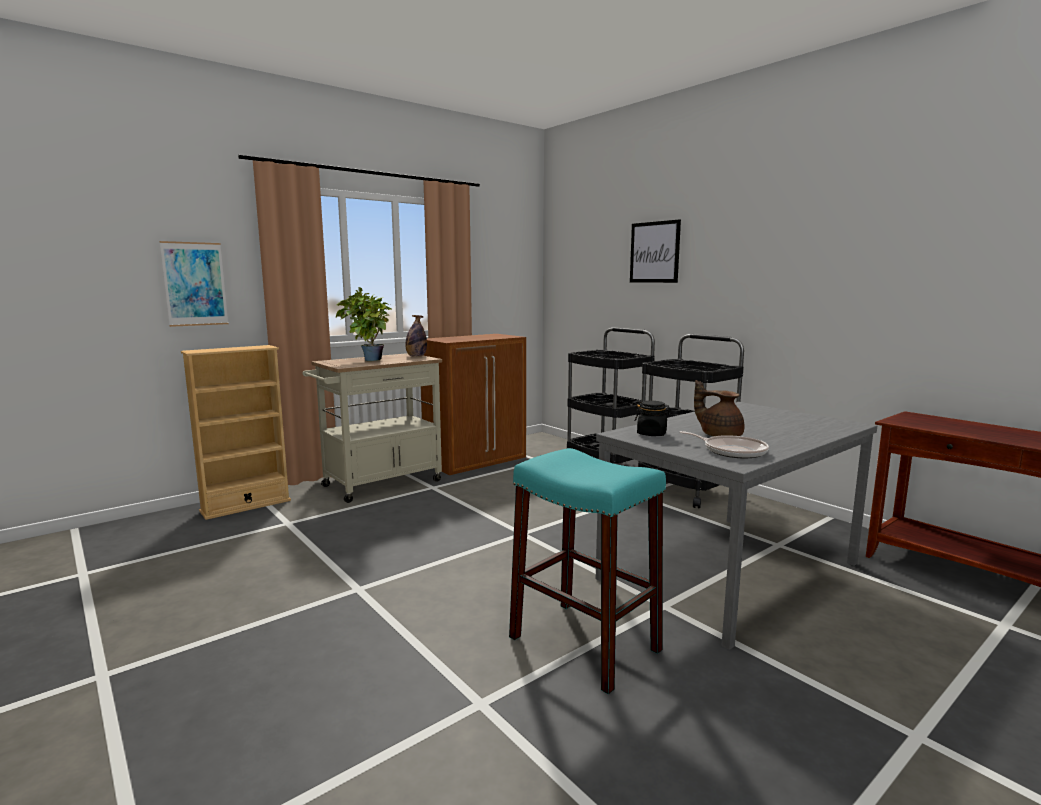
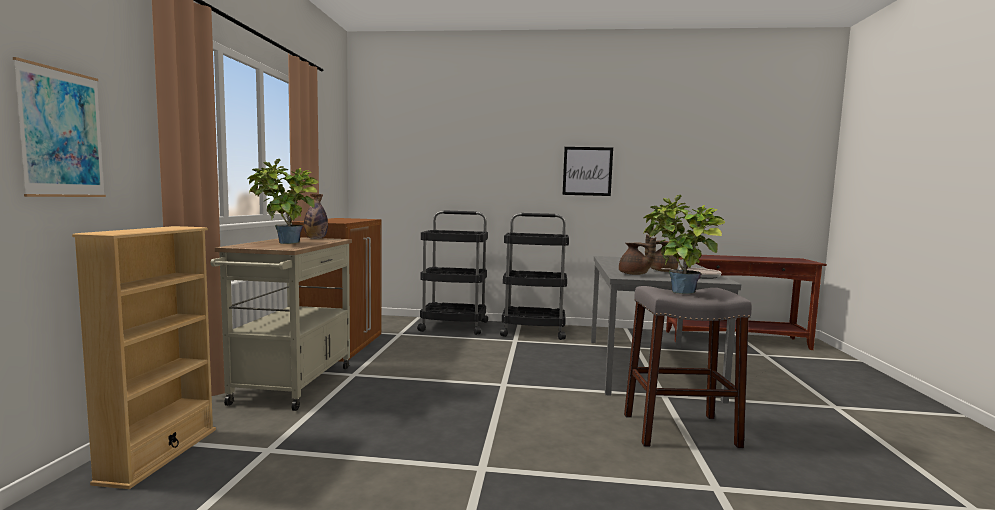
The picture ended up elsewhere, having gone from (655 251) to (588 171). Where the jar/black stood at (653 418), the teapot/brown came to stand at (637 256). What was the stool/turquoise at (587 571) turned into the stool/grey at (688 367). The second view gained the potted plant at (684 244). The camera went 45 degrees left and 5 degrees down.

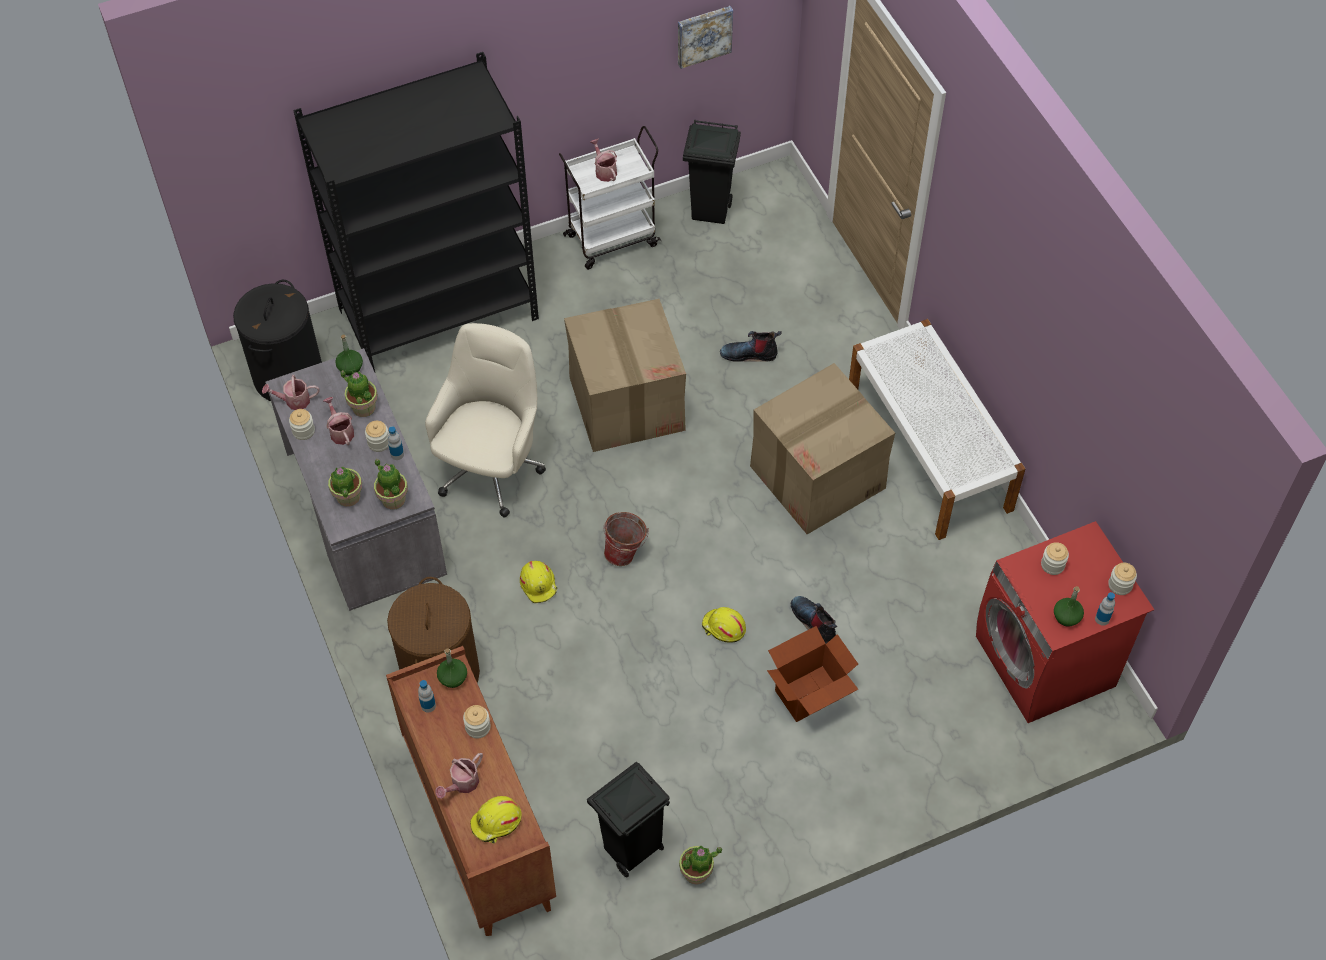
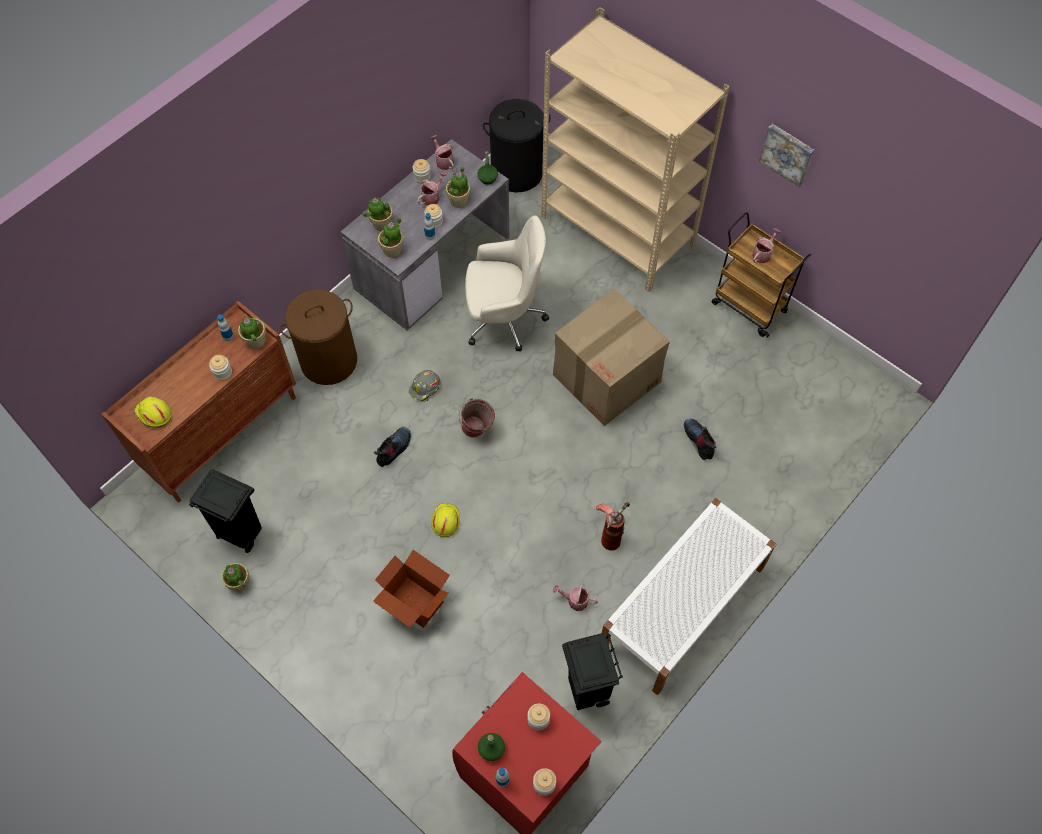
Where the bottle/green stood at (452 668), the potted plant came to stand at (252 332). The boot ended up elsewhere, having gone from (814 620) to (392 447). What was the hard hat/yellow at (539 582) turned into the hard hat/grey at (425 385). What was the bookcase/black at (416 212) turned into the bookcase/beige at (635 149). The watering can ended up elsewhere, having gone from (459 776) to (575 598). The trash can/black ended up elsewhere, having gone from (712 172) to (592 671). Where the cardboard box stood at (822 448), the fire extinguisher came to stand at (613 526). What was the cart/white at (610 198) turned into the cart/brown at (761 275). The picture ended up elsewhere, having gone from (705 37) to (786 155). The camera went 65 degrees right and 5 degrees up.

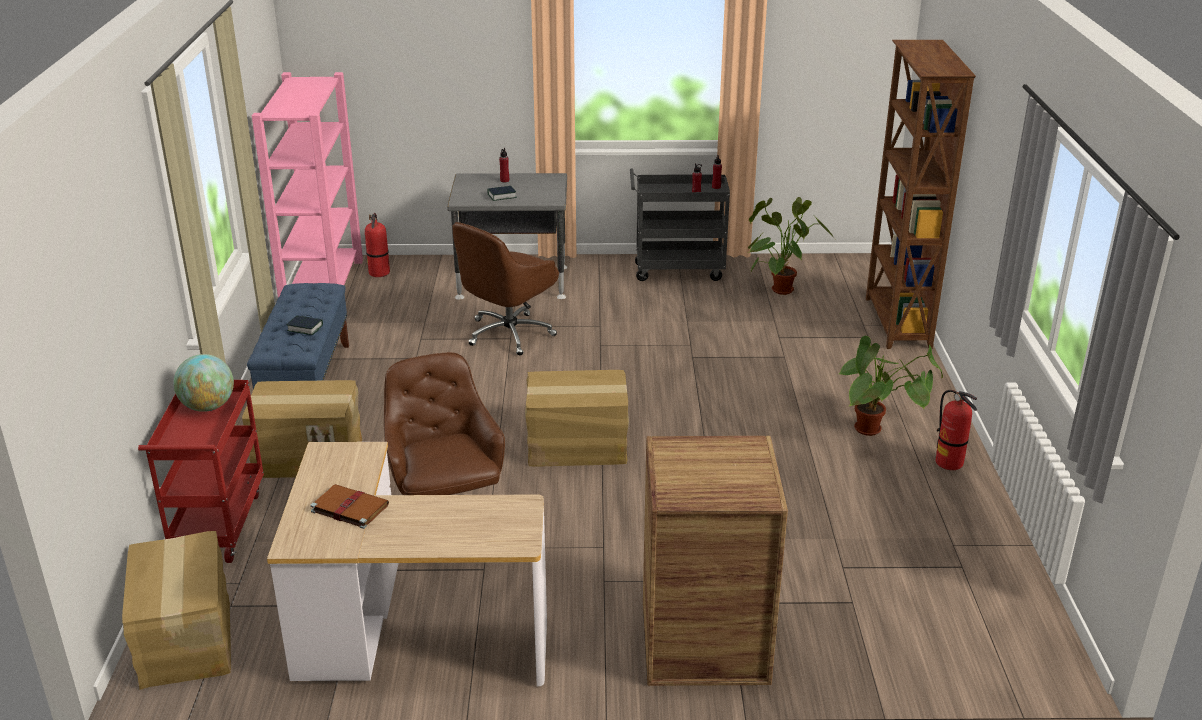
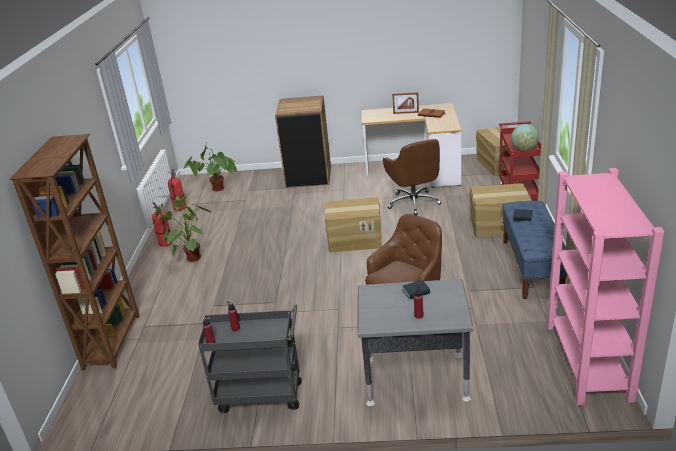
The fire extinguisher ended up elsewhere, having gone from (377 245) to (177 190). The potted plant ended up elsewhere, having gone from (790 246) to (210 167). The second view gained the picture frame at (405 103). The camera went 175 degrees left and 0 degrees up.

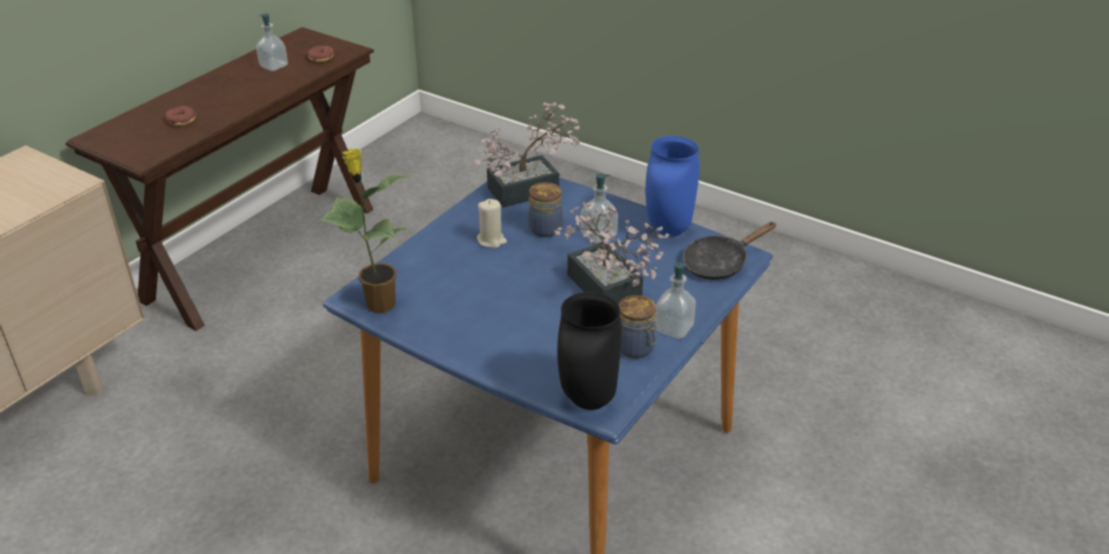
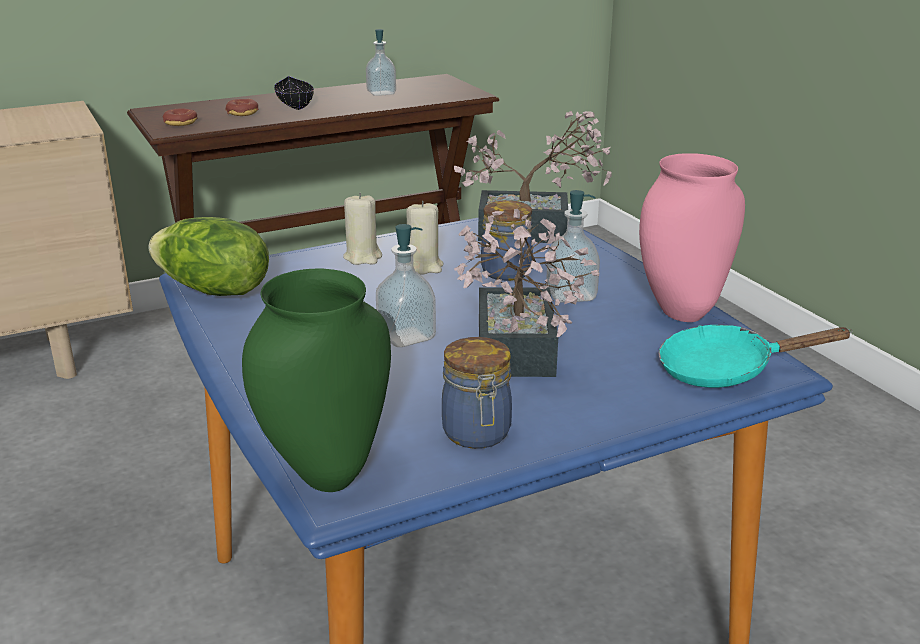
Where the potted plant stood at (366 230), the lettuce came to stand at (209 256). The donut ended up elsewhere, having gone from (321 54) to (180 117). What was the vase/black at (589 351) turned into the vase/green at (316 380). The second view gained the bowl/black at (294 93). The second view gained the candle/beige at (362 229). The soap dispenser ended up elsewhere, having gone from (675 300) to (406 285). What was the vase/blue at (672 186) turned into the vase/pink at (692 237). What was the frying pan/black at (730 251) turned into the frying pan/turquoise at (756 356). The camera went 30 degrees right and 10 degrees down.

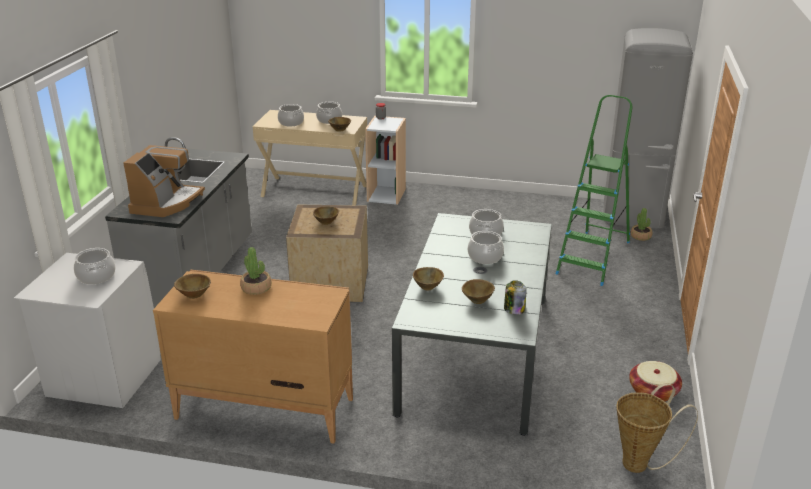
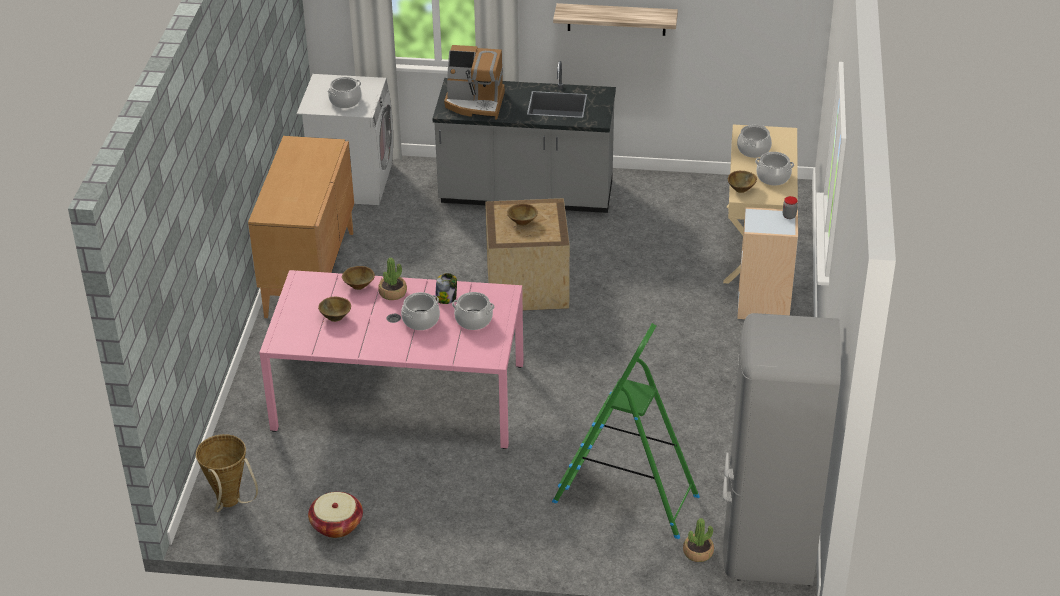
What was the dining table/grey at (472 324) turned into the dining table/pink at (391 359). The potted plant ended up elsewhere, having gone from (256 271) to (392 279). The jar ended up elsewhere, having gone from (515 297) to (446 288). The second view gained the shelf at (615 19). The second view lost the bowl/brown at (192 286). The camera went 85 degrees right and 10 degrees up.

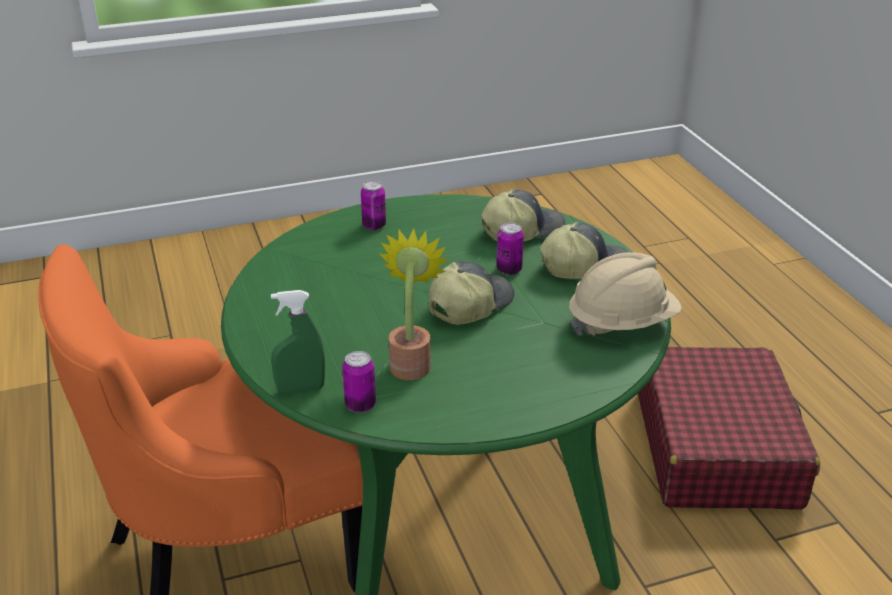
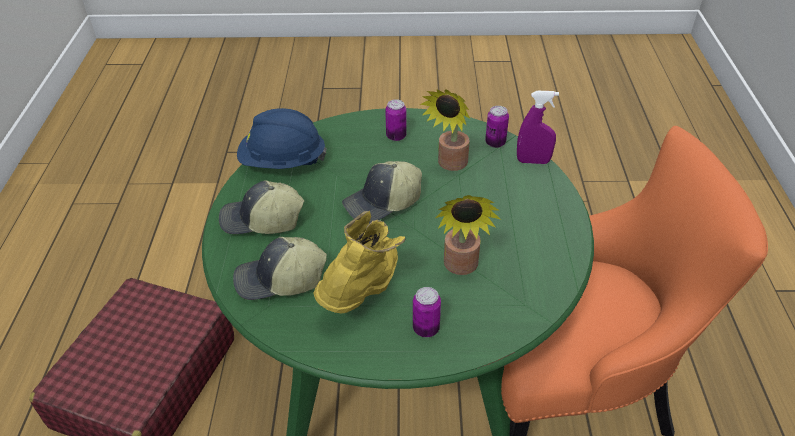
What was the hard hat/beige at (625 294) turned into the hard hat/blue at (282 138). The second view gained the boot/yellow at (360 262). The can ended up elsewhere, having gone from (510 249) to (395 120). The second view gained the potted plant at (468 235). What was the spray bottle/green at (298 342) turned into the spray bottle/purple at (538 127). The camera went 160 degrees left and 10 degrees up.

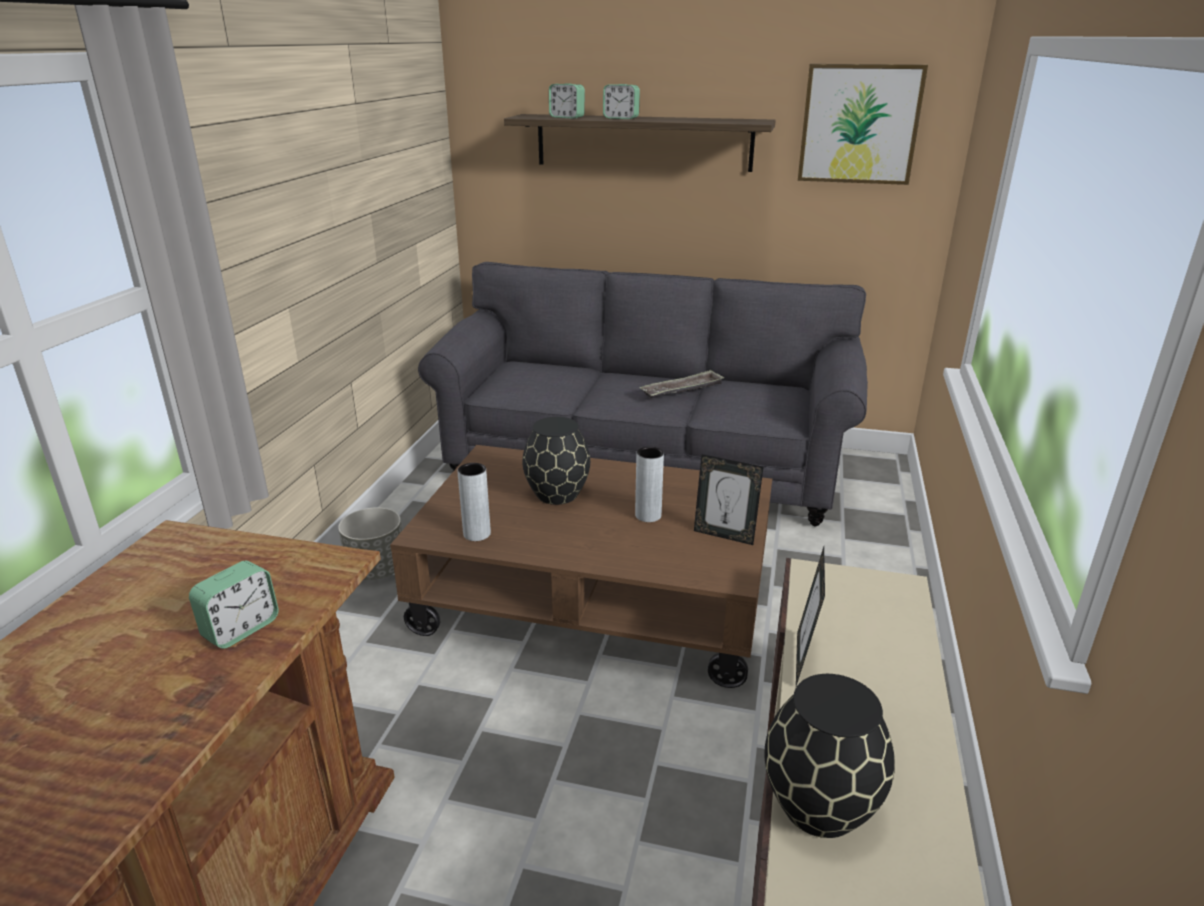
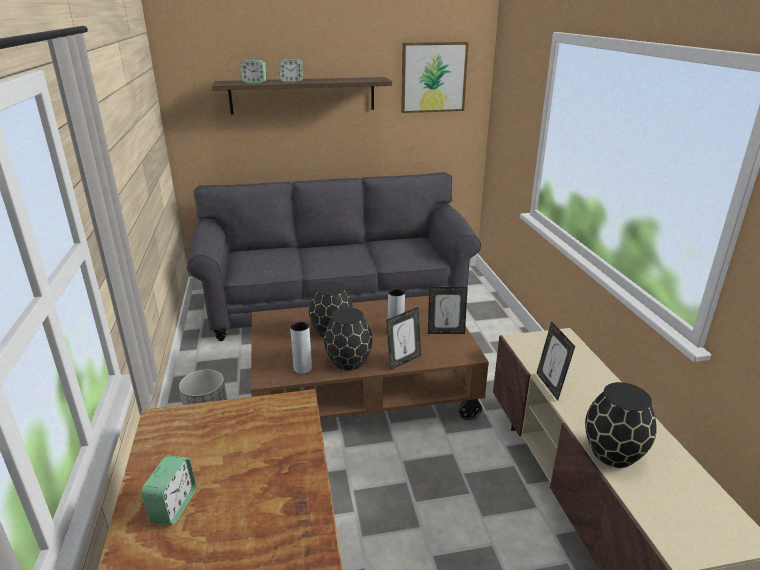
The alarm clock ended up elsewhere, having gone from (234 605) to (168 490). The second view gained the vase/black at (348 339). The second view gained the picture frame at (403 338). The second view lost the tray at (682 384). The camera went 25 degrees left and 0 degrees up.

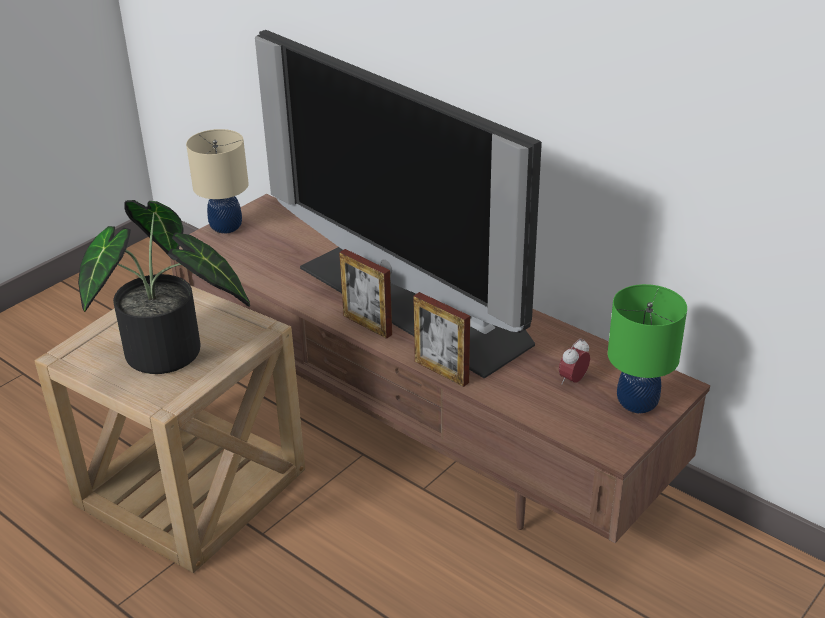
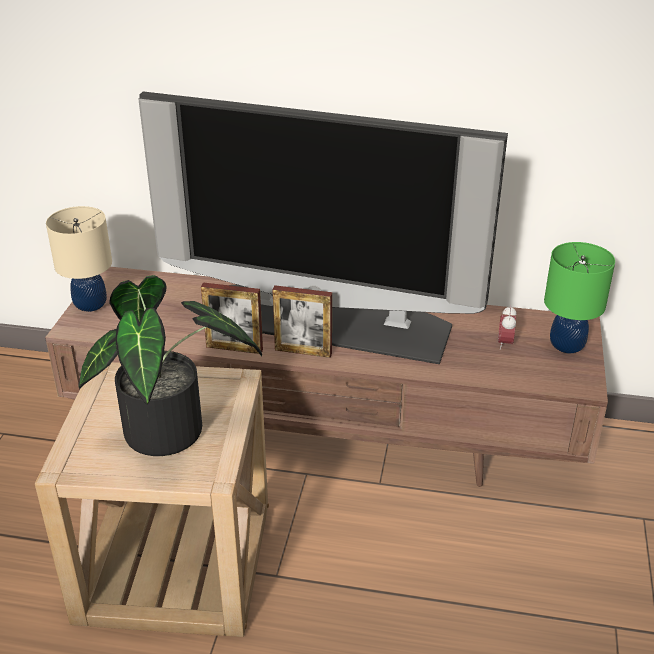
The picture frame ended up elsewhere, having gone from (441 339) to (232 318). The camera went 30 degrees left and 0 degrees up.

